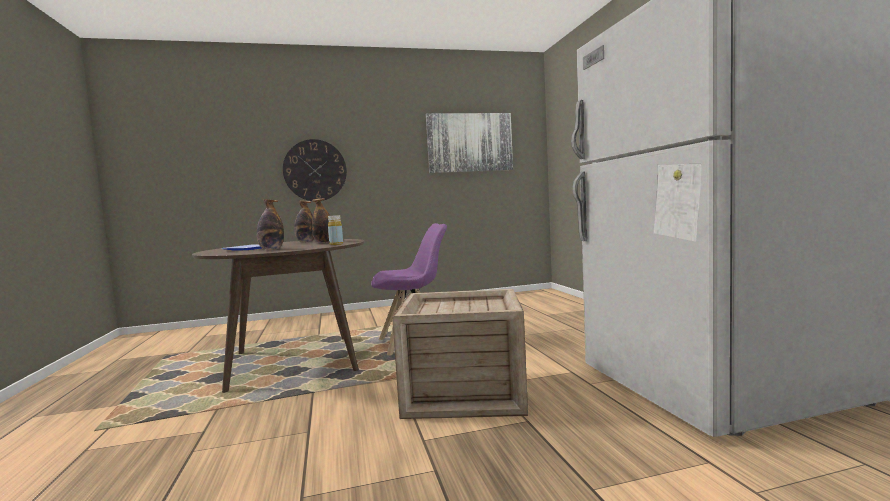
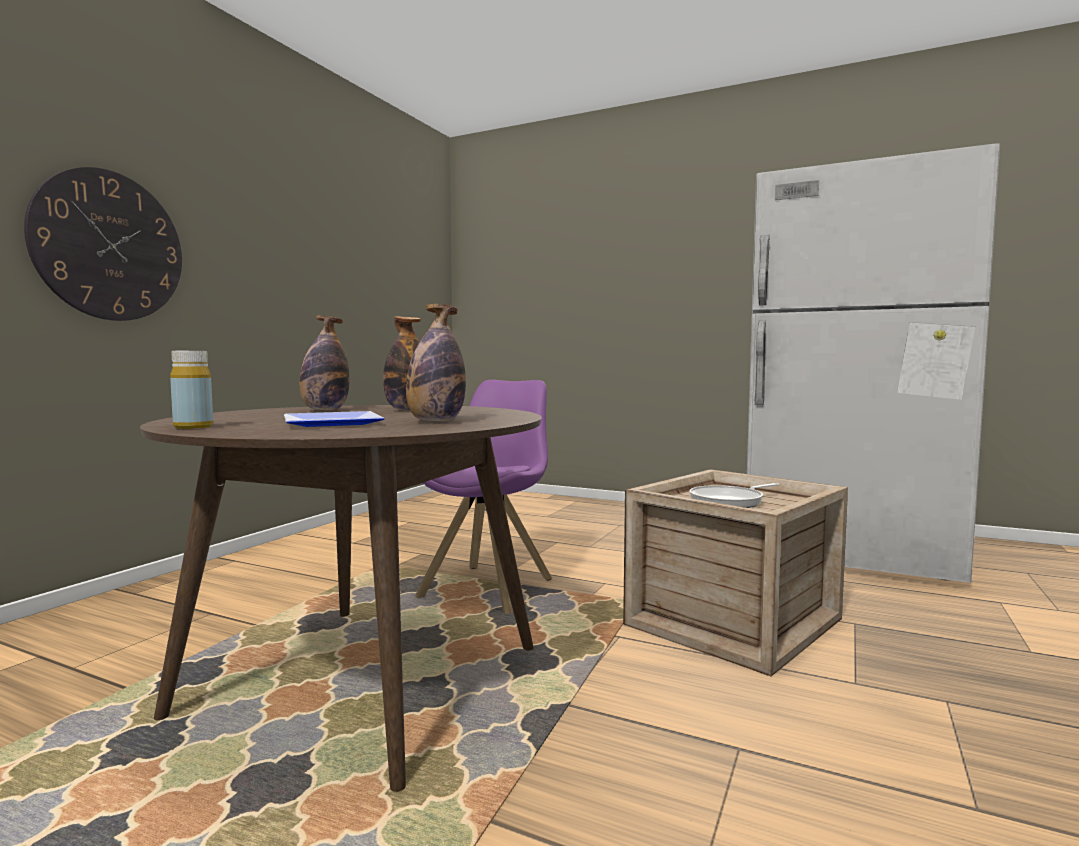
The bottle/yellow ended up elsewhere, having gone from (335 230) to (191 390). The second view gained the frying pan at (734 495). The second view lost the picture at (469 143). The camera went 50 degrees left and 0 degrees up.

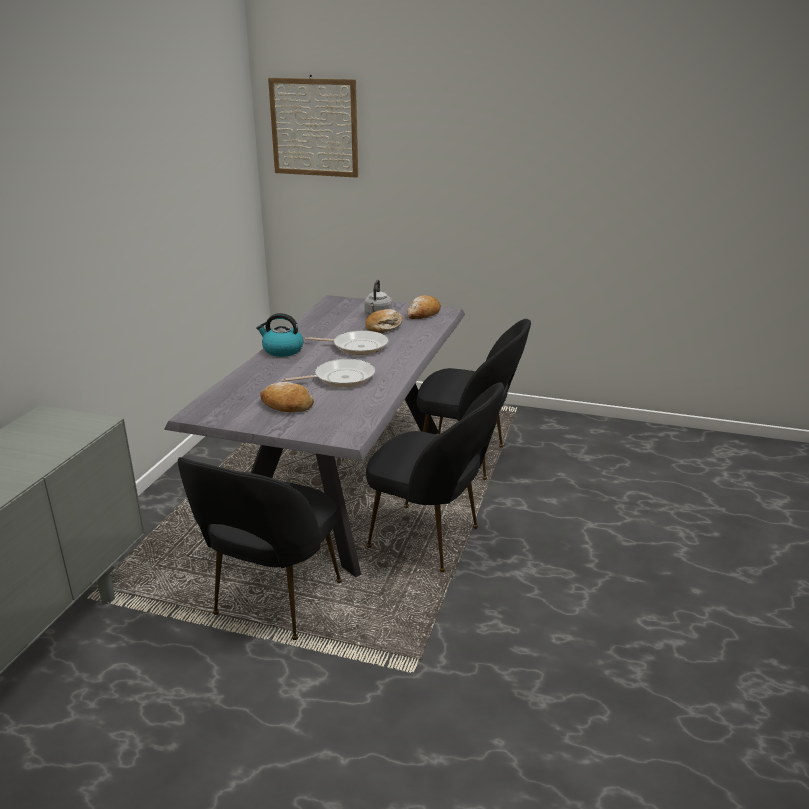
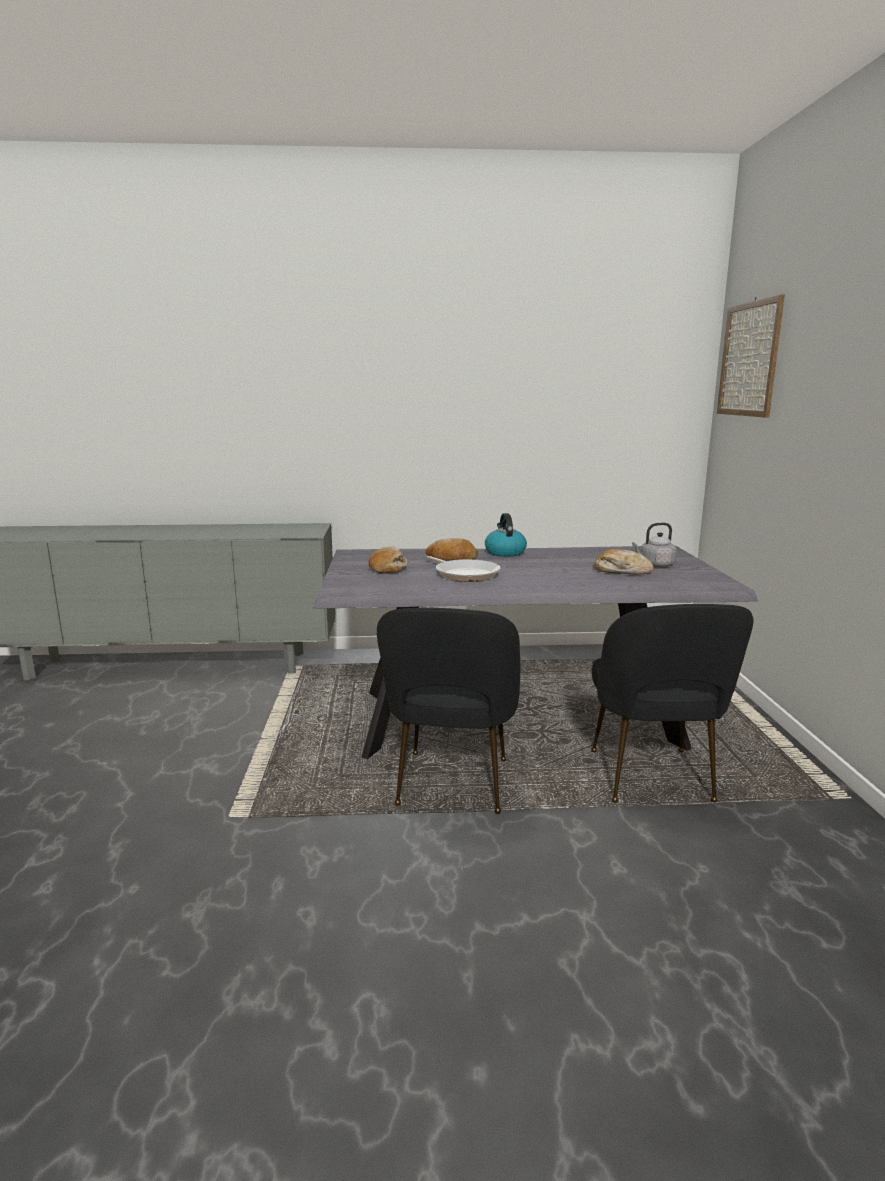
The bread ended up elsewhere, having gone from (424 307) to (452 549). The second view lost the chair/black at (260 548). The second view lost the frying pan at (347 342). The camera went 70 degrees right and 10 degrees down.

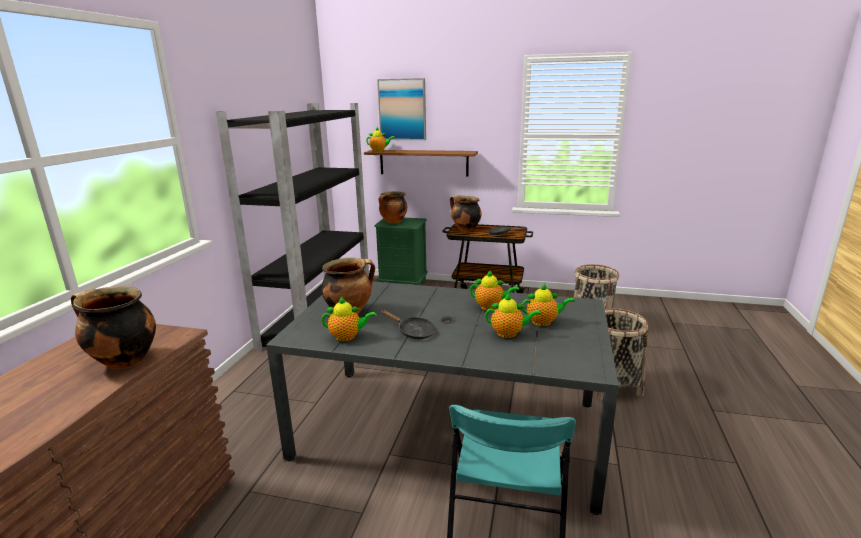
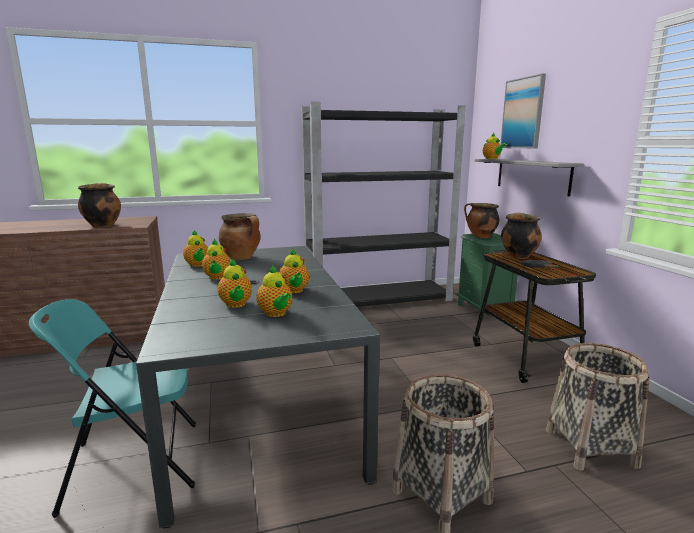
Where the frying pan/black stood at (408 324), the teapot came to stand at (216 259). What was the shelf/brown at (421 163) turned into the shelf/grey at (529 178). The camera went 60 degrees right and 5 degrees down.

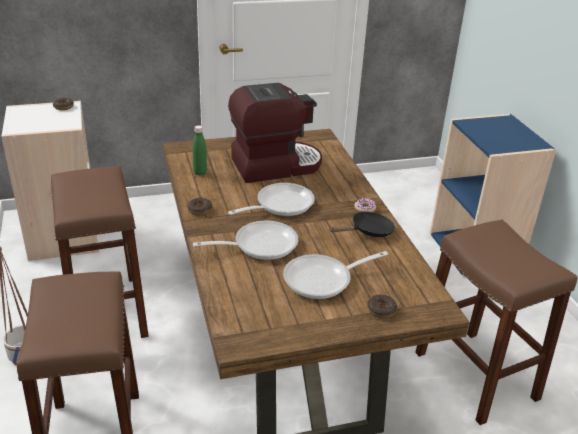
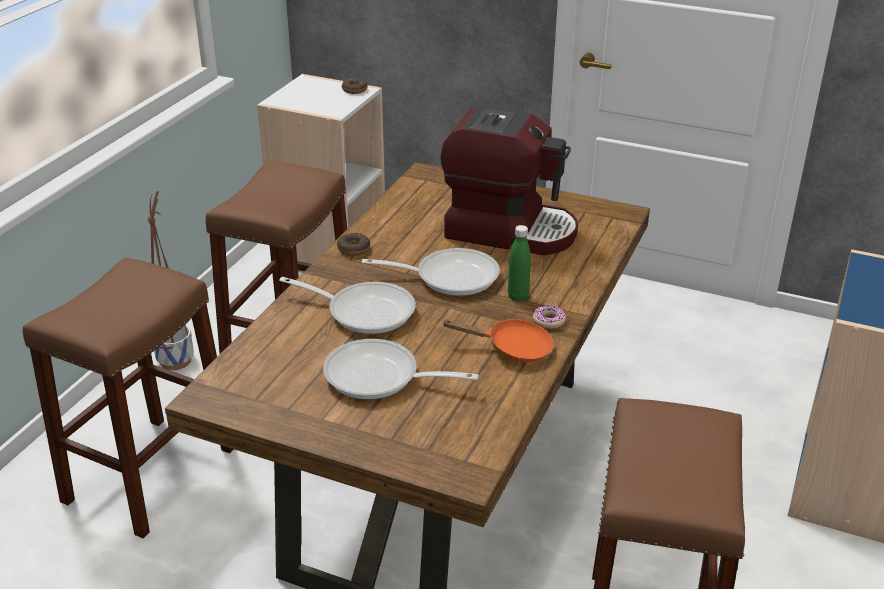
What was the frying pan/black at (362 224) turned into the frying pan/orange at (498 341). The bottle/green ended up elsewhere, having gone from (199 150) to (519 263). The second view lost the donut at (382 306). The camera went 40 degrees right and 0 degrees up.

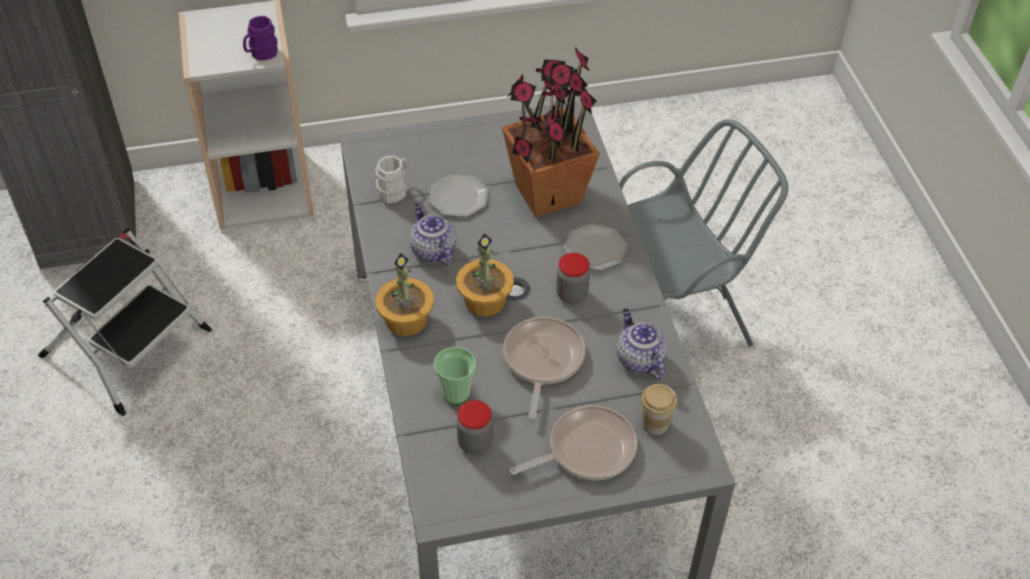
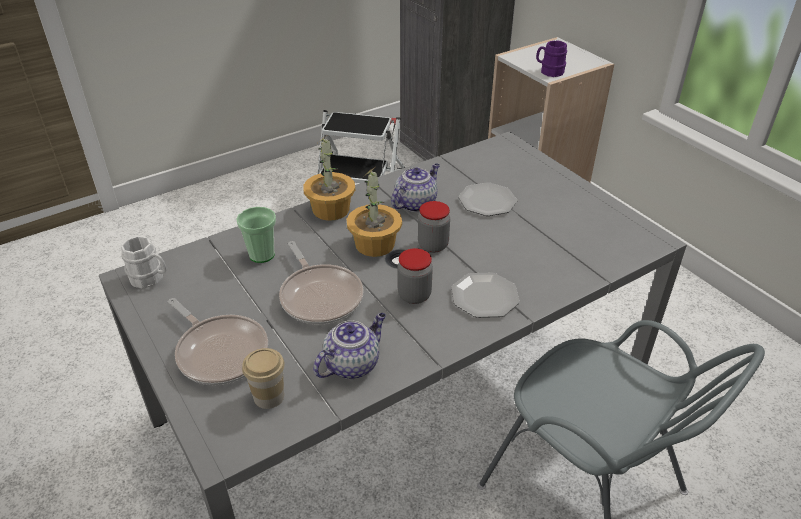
The mug/white ended up elsewhere, having gone from (391 179) to (143 262). The frying pan at (544 368) ended up facing another way, 75 degrees clockwise from before. The jar ended up elsewhere, having gone from (475 427) to (434 227). The second view lost the potted plant at (551 132). The camera went 70 degrees right and 10 degrees down.

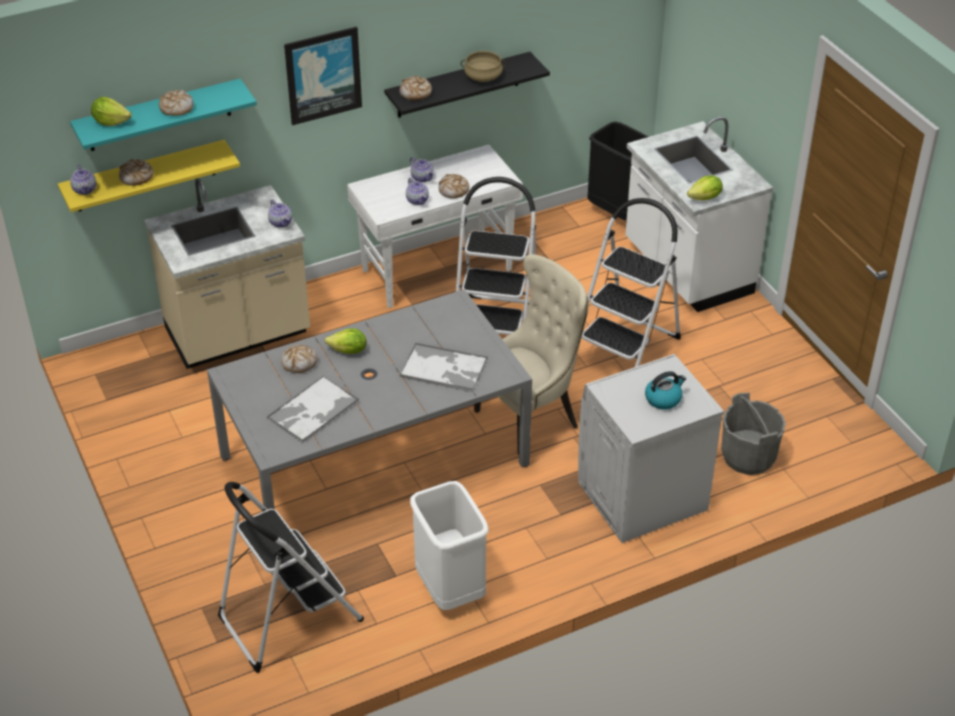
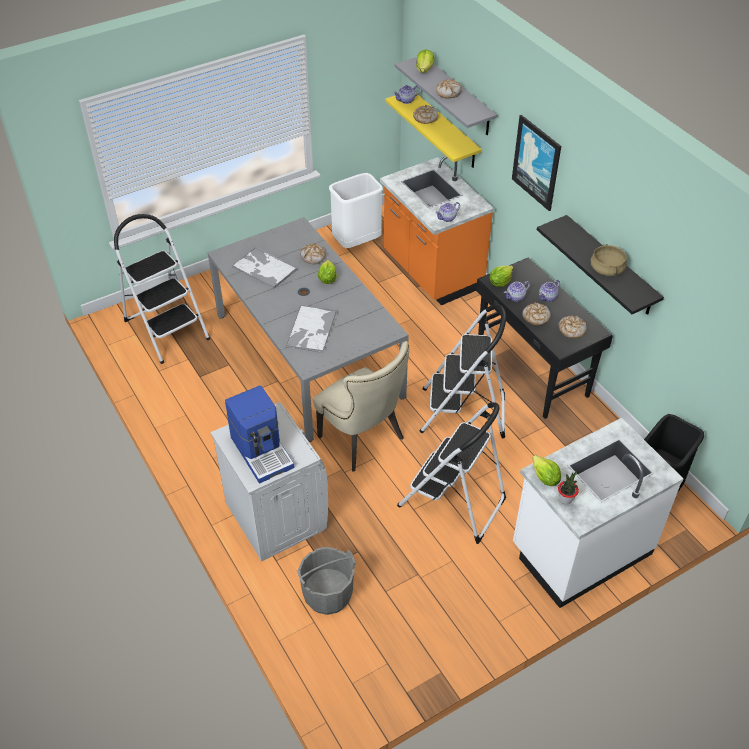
Where the kettle stood at (665 390), the coffee machine came to stand at (260 434). The trash can/white ended up elsewhere, having gone from (449 545) to (356 210). What was the counter/beige at (227 273) turned into the counter/orange at (437 230). What was the shelf/turquoise at (163 115) turned into the shelf/grey at (446 96). What was the console table/white at (435 226) turned into the console table/black at (544 338). The second view gained the lettuce at (501 276). The second view gained the potted plant at (568 487). The bread ended up elsewhere, having gone from (415 87) to (573 326). The camera went 85 degrees right and 5 degrees up.

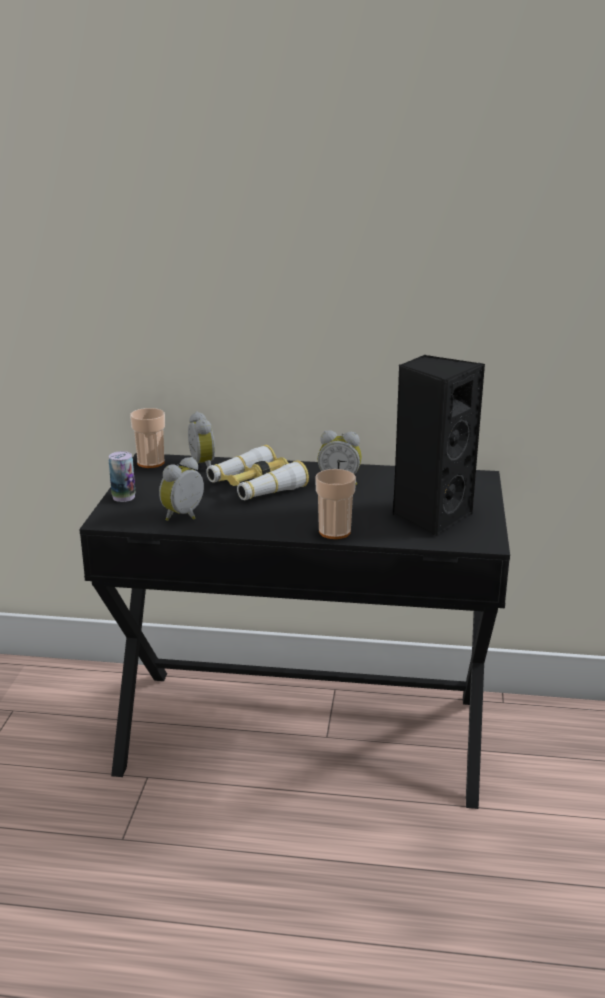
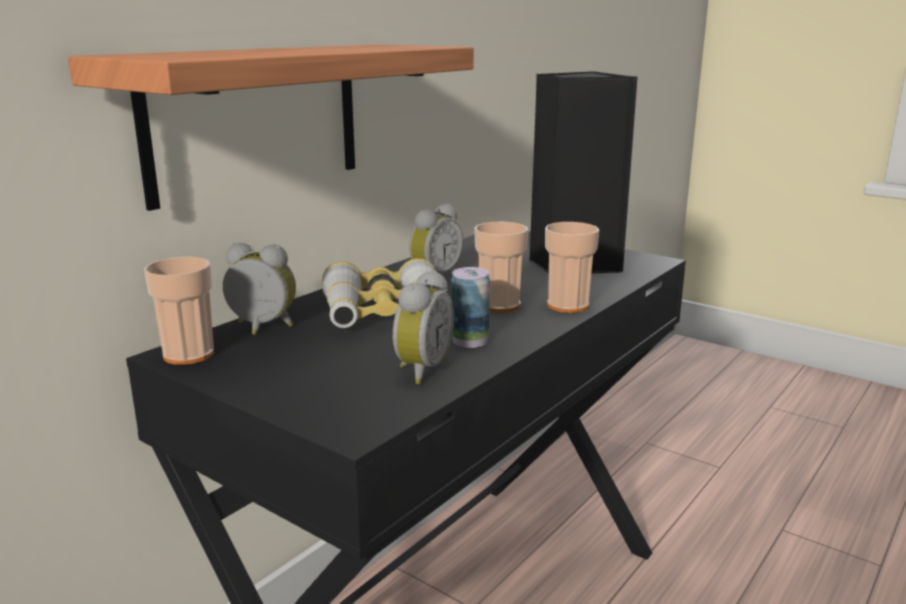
The second view gained the shelf at (271 127). The alarm clock at (181 489) ended up facing another way, 135 degrees counterclockwise from before. The can ended up elsewhere, having gone from (122 476) to (470 307). The second view gained the cup at (501 267). The camera went 60 degrees left and 5 degrees down.

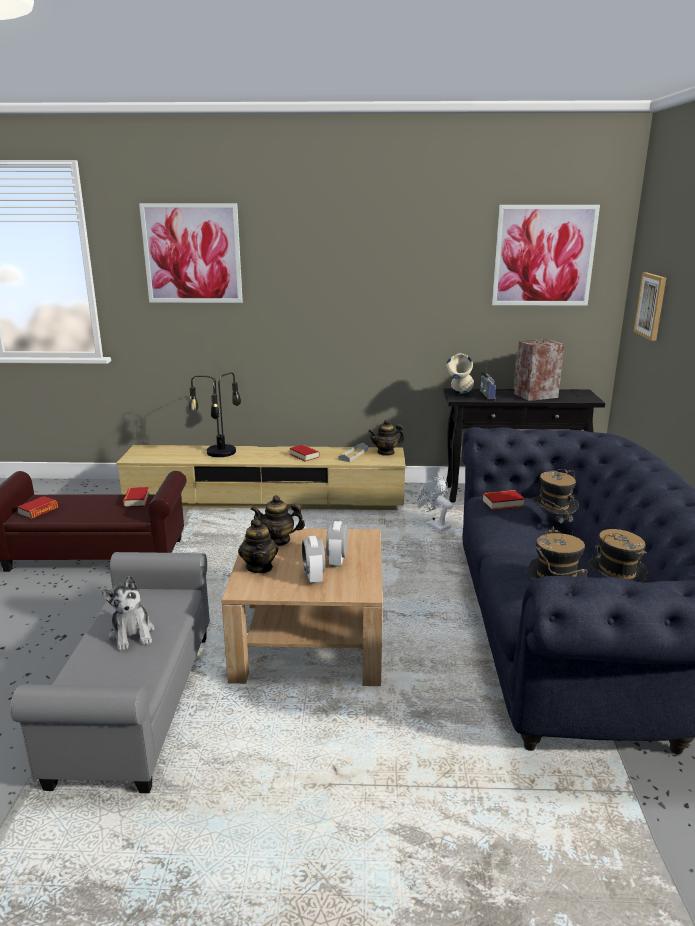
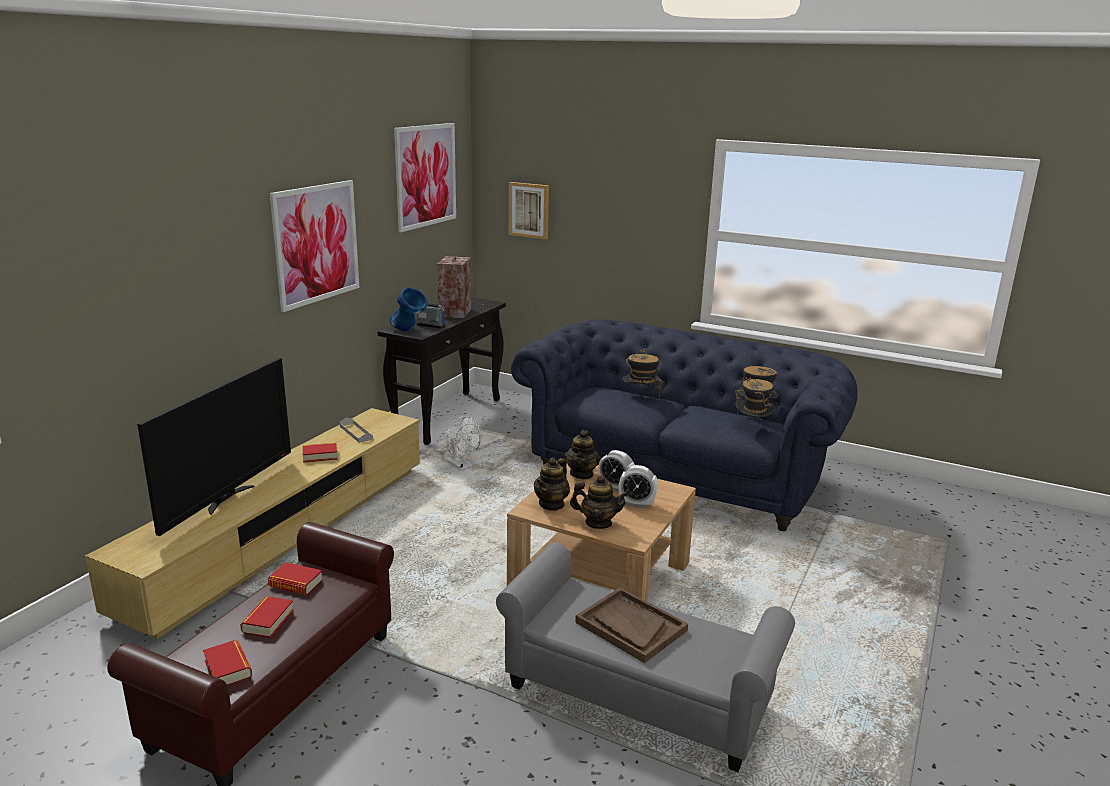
Where the table lamp stood at (215 414), the television came to stand at (214 447). The book ended up elsewhere, having gone from (503 500) to (267 617). The picture ended up elsewhere, having gone from (191 253) to (314 246). What was the vase/beige at (460 373) turned into the vase/blue at (408 309). The fan/white at (435 504) ended up facing another way, 120 degrees counterclockwise from before. The teapot ended up elsewhere, having gone from (386 437) to (582 454). Where the plush toy stood at (128 613), the tray/brown came to stand at (631 625). The camera went 65 degrees left and 0 degrees up.

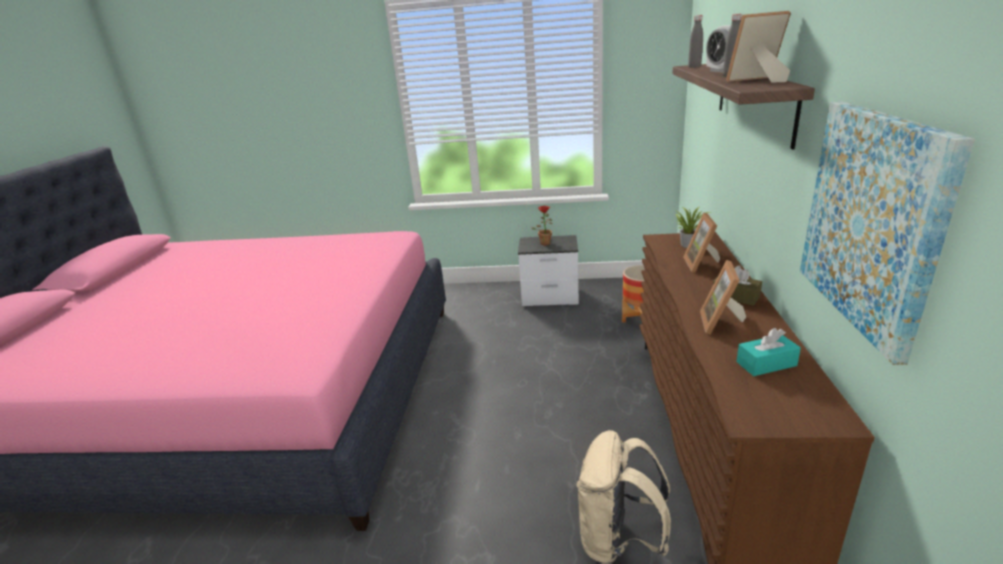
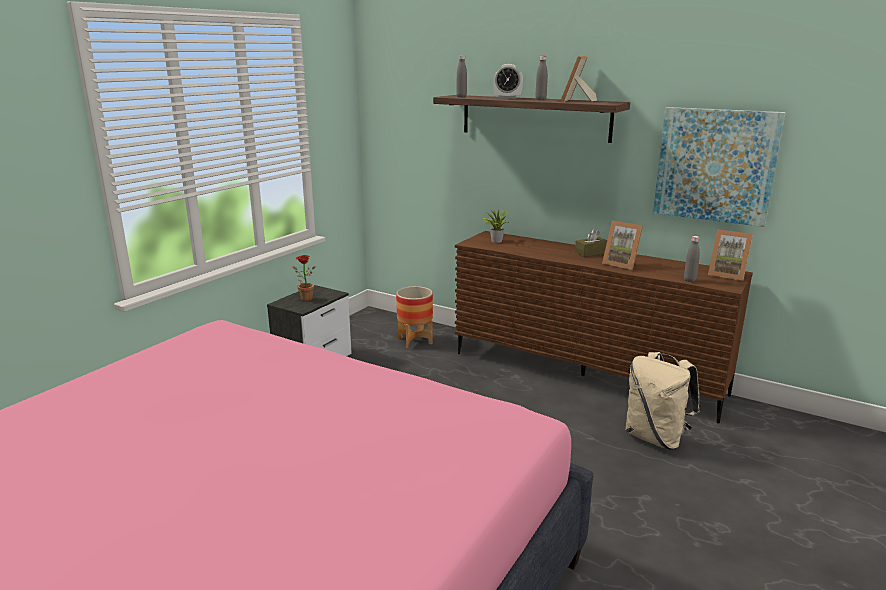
The second view gained the bottle/grey at (692 259). The picture frame ended up elsewhere, having gone from (701 242) to (730 255). The second view lost the tissue box/turquoise at (768 352). The camera went 65 degrees left and 5 degrees down.

